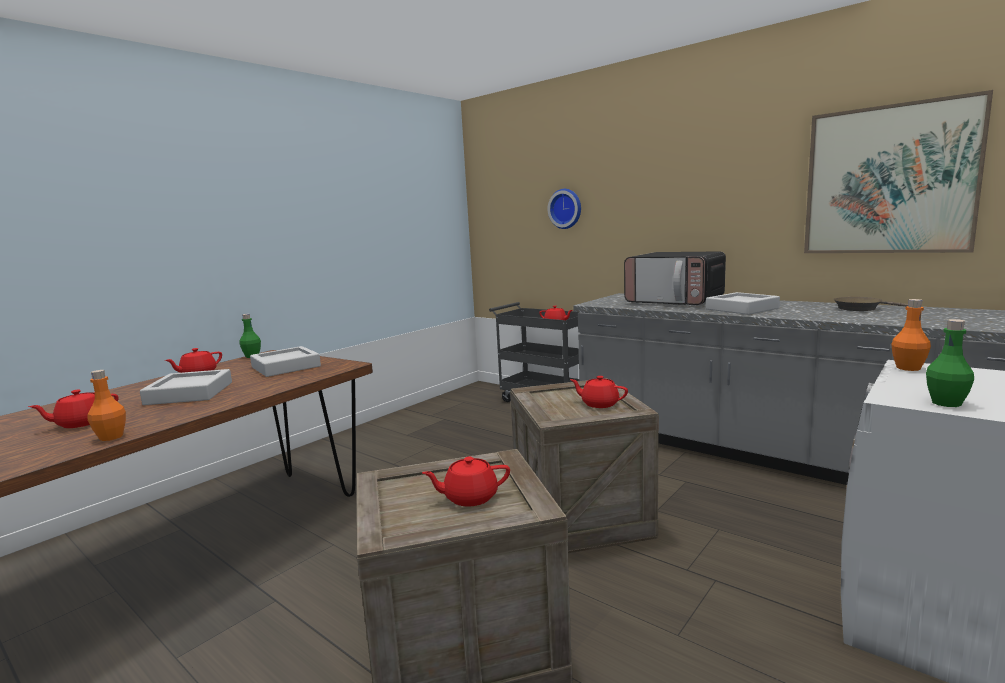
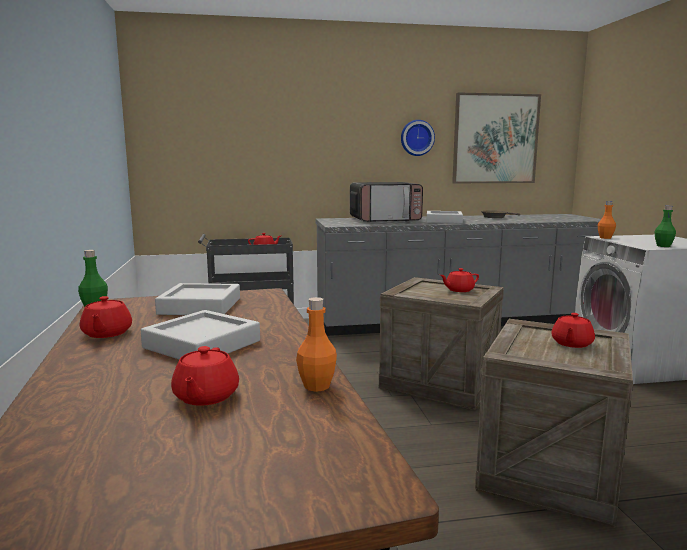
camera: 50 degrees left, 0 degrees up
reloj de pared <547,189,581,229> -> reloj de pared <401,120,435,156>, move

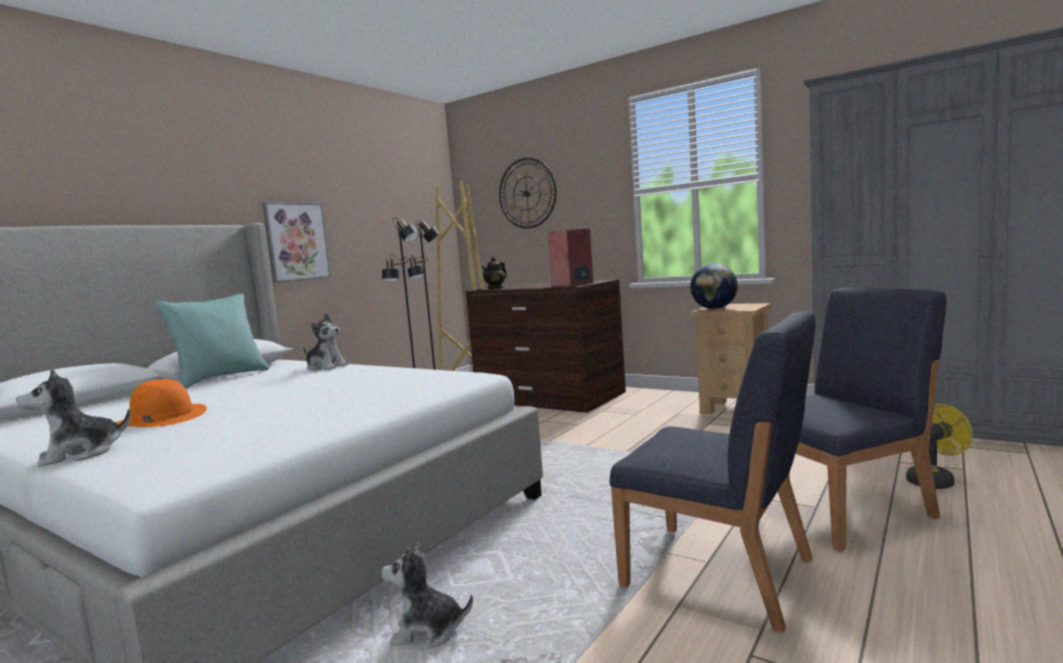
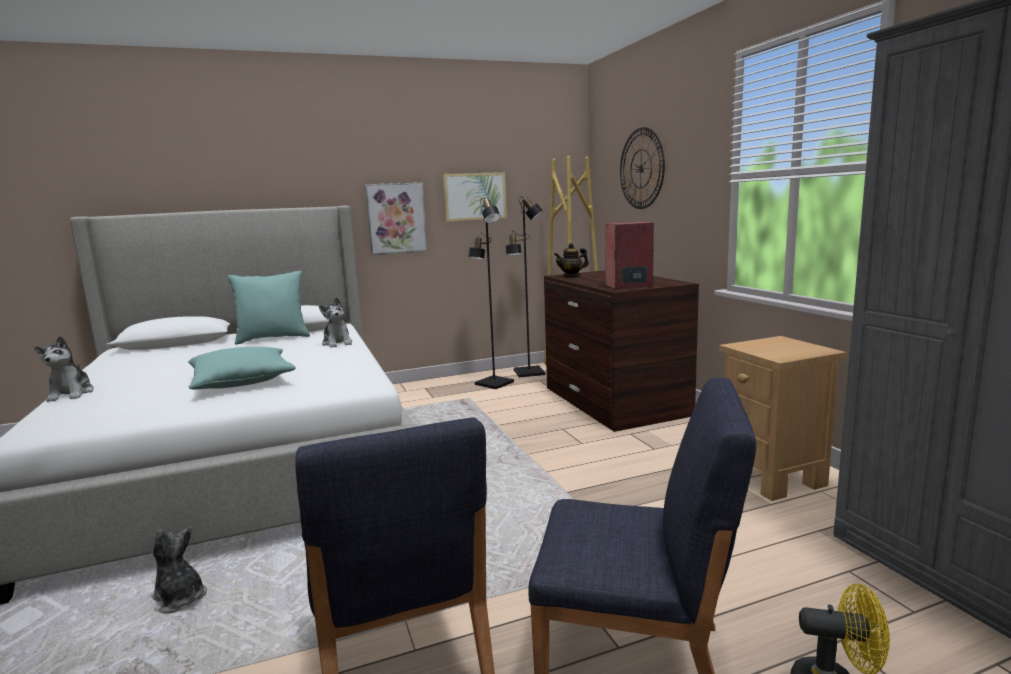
camera: 35 degrees right, 5 degrees up
globo terráqueo <690,263,738,309> -> none
peluche <16,368,131,467> -> peluche <34,336,94,402>, 105 degrees counterclockwise
sombrero [naranja] <116,379,207,427> -> none
none -> cuadro <443,172,507,222>
none -> cojín [turquesa] <188,347,296,389>

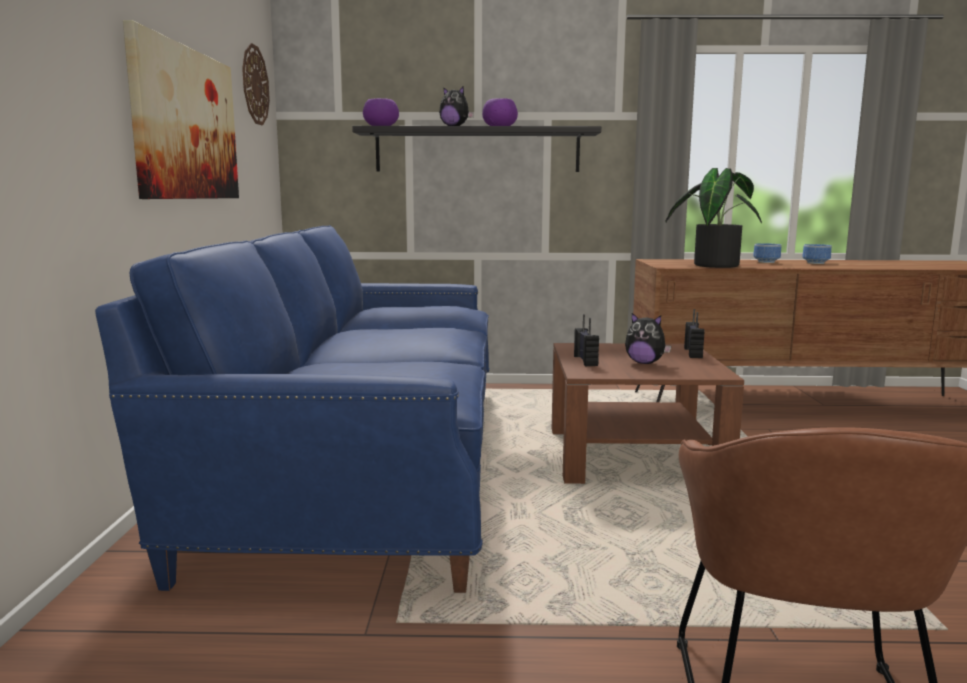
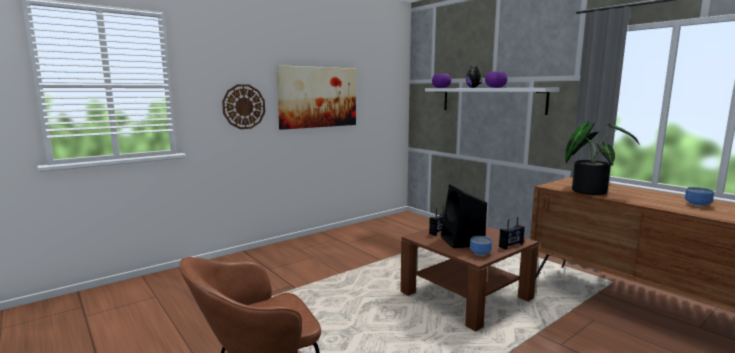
camera: 50 degrees right, 0 degrees up
reloj de pared <242,43,270,125> -> reloj de pared <222,84,265,129>, move
estante [negro] <352,126,601,172> -> estante [blanco] <425,88,560,115>
sofá [azul] <95,225,490,593> -> none
cuenco <753,243,781,263> -> cuenco <470,236,492,256>, move
peluche <625,313,671,364> -> altavoz [negro] <441,184,487,248>

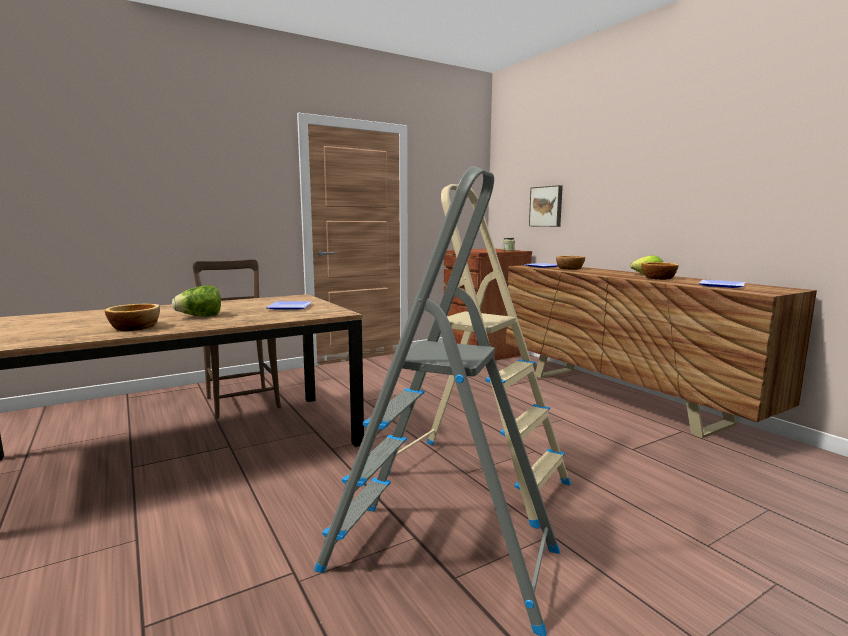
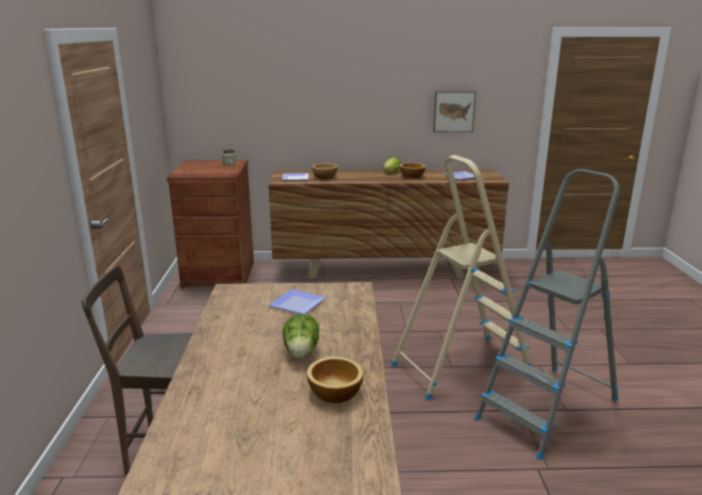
camera: 60 degrees left, 10 degrees up
cuadro <529,185,563,227> -> cuadro <433,91,476,132>, move

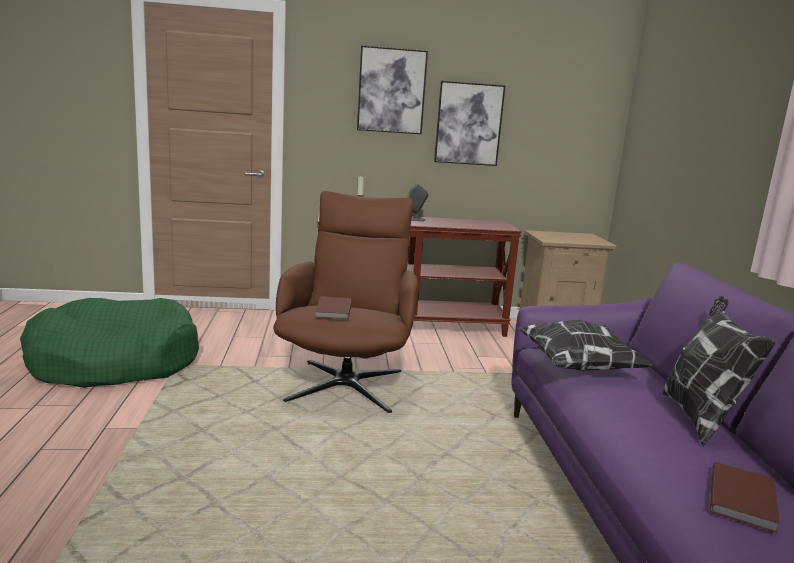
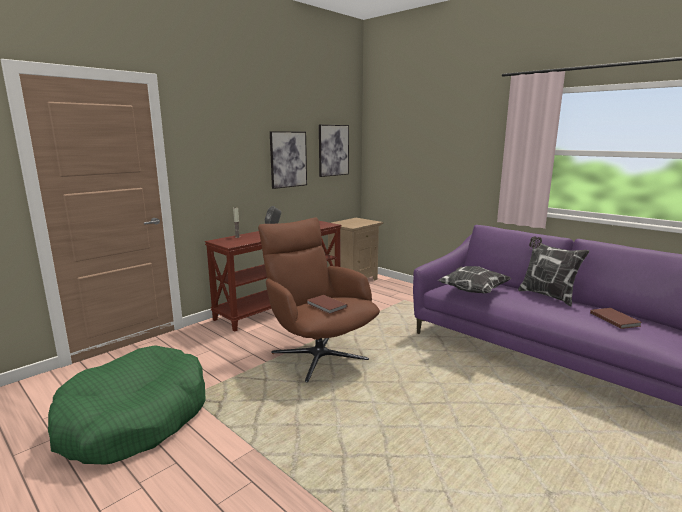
camera: 40 degrees left, 0 degrees up
cuadro <357,45,428,134> -> cuadro <319,125,349,177>, move

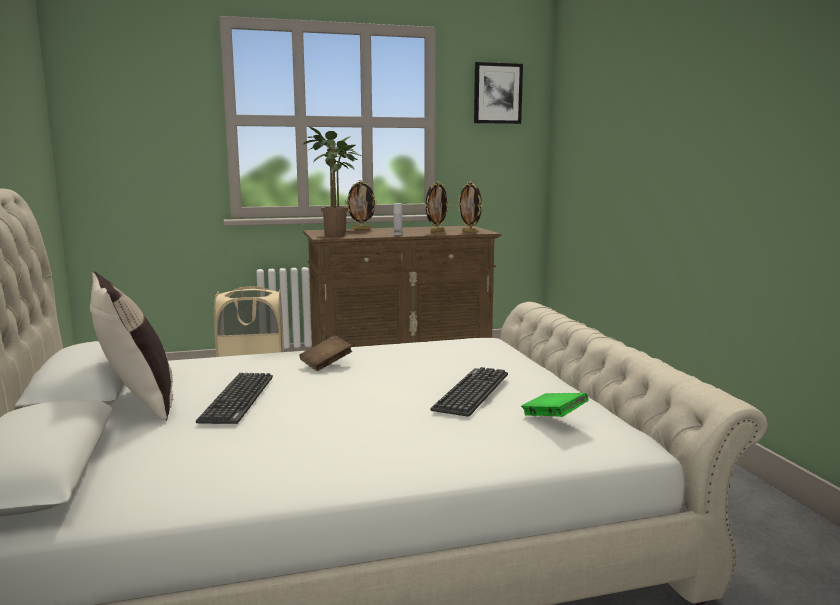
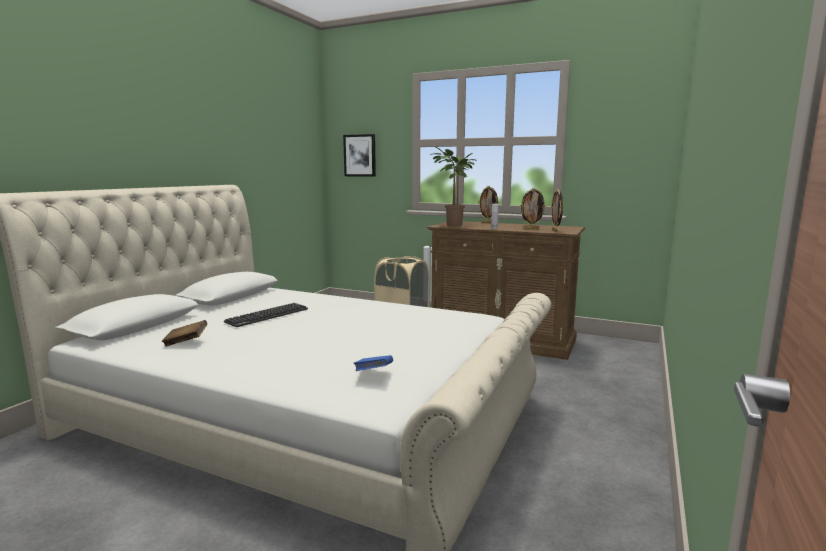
camera: 40 degrees right, 0 degrees up
cuadro <474,62,523,124> -> cuadro <343,134,376,177>, move
cojín <90,272,173,421> -> none
libro [marrón] <299,335,352,371> -> libro [marrón] <162,320,208,347>, move
teclado <430,367,508,417> -> none
libro [verde] <521,393,589,417> -> libro [azul] <354,355,393,371>

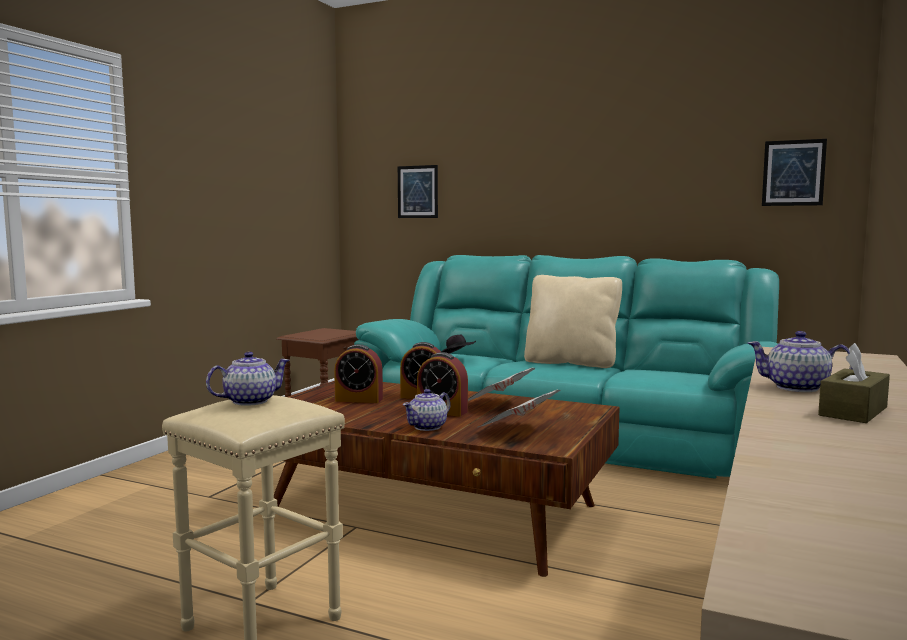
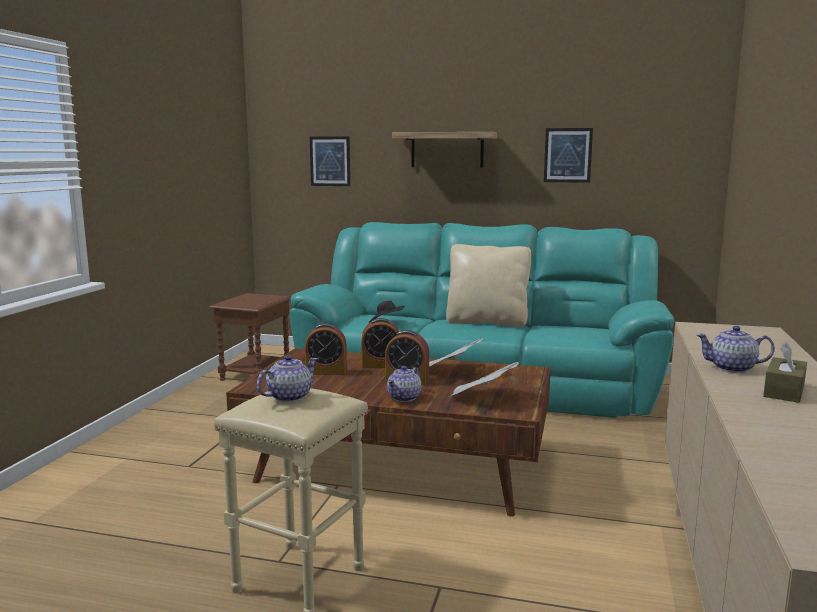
camera: 10 degrees left, 5 degrees up
cuadro <762,139,827,206> -> cuadro <544,128,593,183>, move
none -> estante <392,132,497,168>

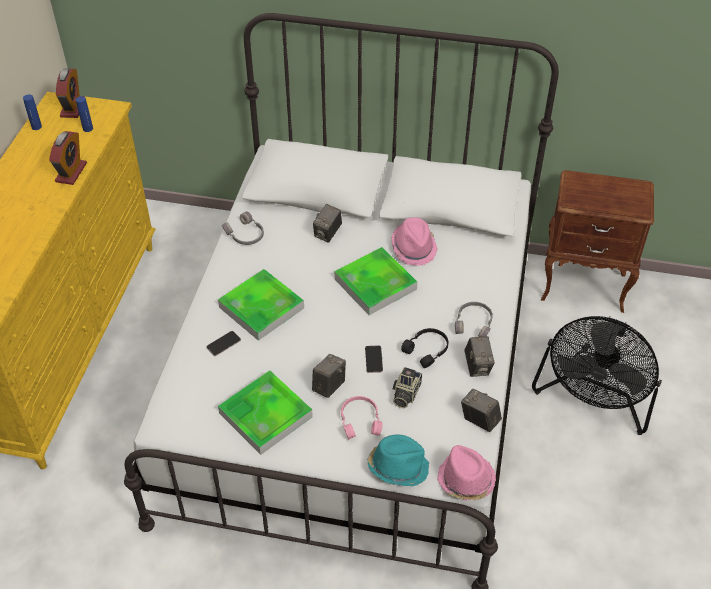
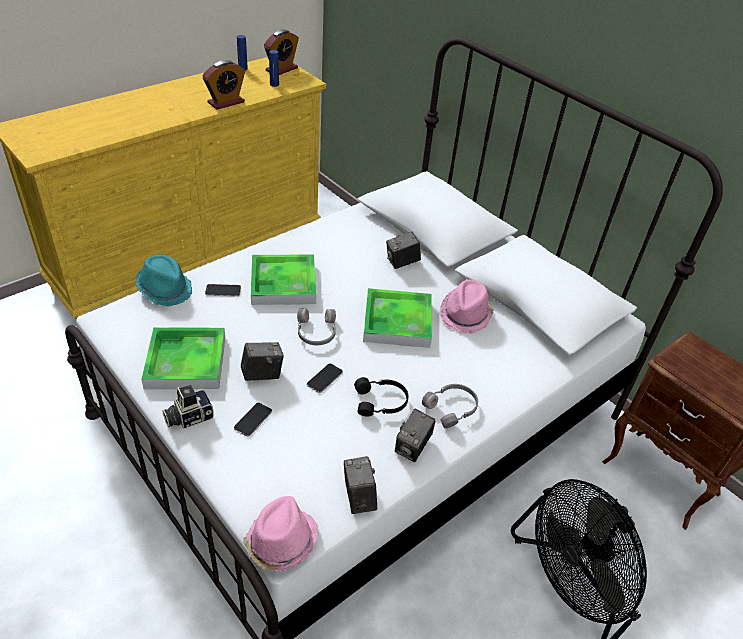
camera: 35 degrees right, 5 degrees down
auriculares [gris] <222,211,264,245> -> auriculares [gris] <297,309,336,345>, move
cámara <393,367,422,408> -> cámara <162,385,214,429>, move
auriculares [rosa] <341,396,382,439> -> móvil <234,402,272,437>
sombrero [turquesa] <367,435,429,486> -> sombrero [turquesa] <135,255,192,307>, move

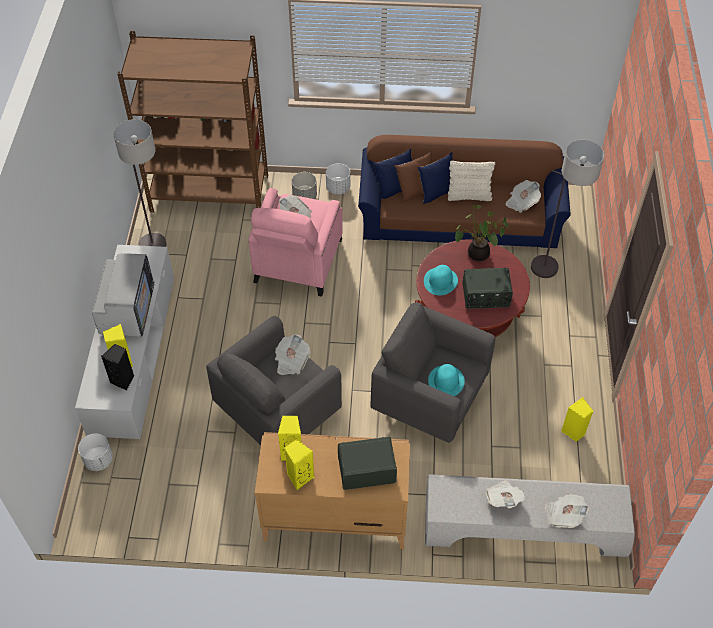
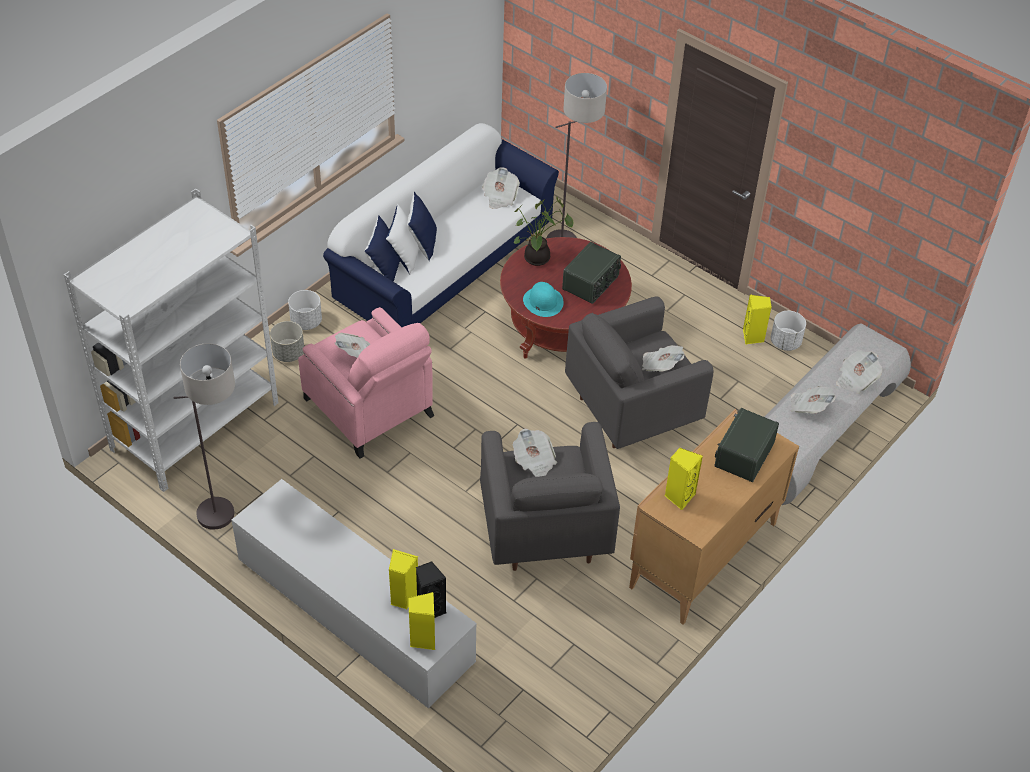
camera: 55 degrees left, 5 degrees down
estantería [marrón] <117,31,268,213> -> estantería [blanco] <64,189,278,492>
sofá [marrón] <358,135,571,248> -> sofá [blanco] <323,123,559,327>
cojín [beis] <448,161,496,201> -> none
televisor <92,253,155,337> -> none
sombrero [turquesa] <428,364,465,396> -> periódico <642,345,685,372>
maceta [blanco] <78,433,113,471> -> maceta [blanco] <771,311,806,351>, move
altavoz [amarillo] <285,439,314,490> -> altavoz [amarillo] <408,592,435,650>, move

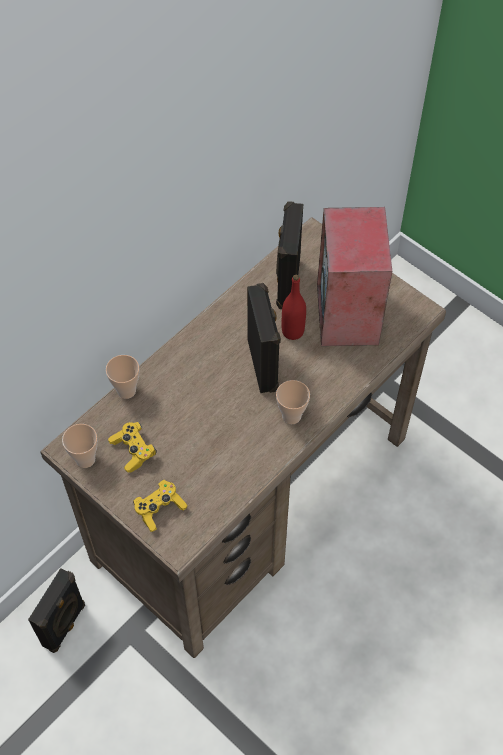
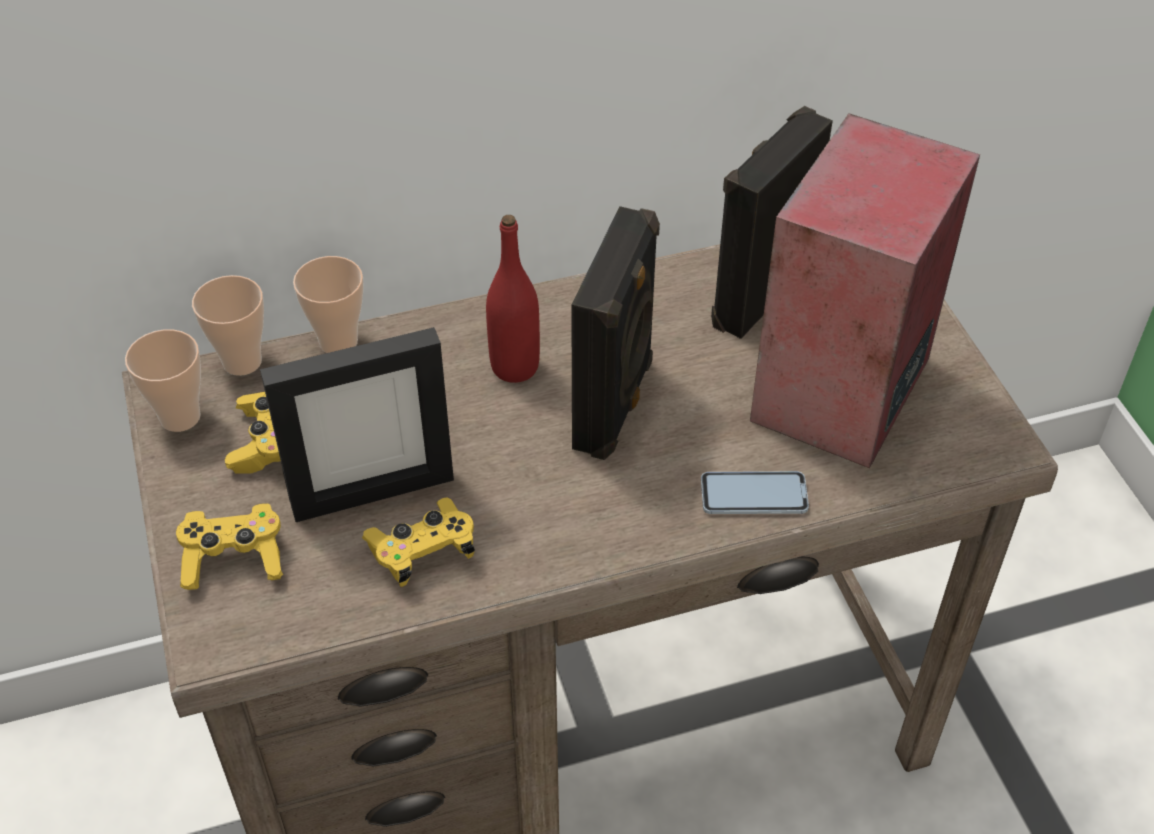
camera: 30 degrees right, 10 degrees down
botella [rojo] <282,275,306,340> -> botella [rojo] <486,215,540,383>, move
taza <276,380,310,424> -> taza <192,275,264,376>, move
altavoz [negro] <28,568,85,653> -> none
none -> portarretratos <260,327,454,522>
none -> móvil <701,471,809,514>
none -> mando de consola [amarillo] <362,498,475,587>

